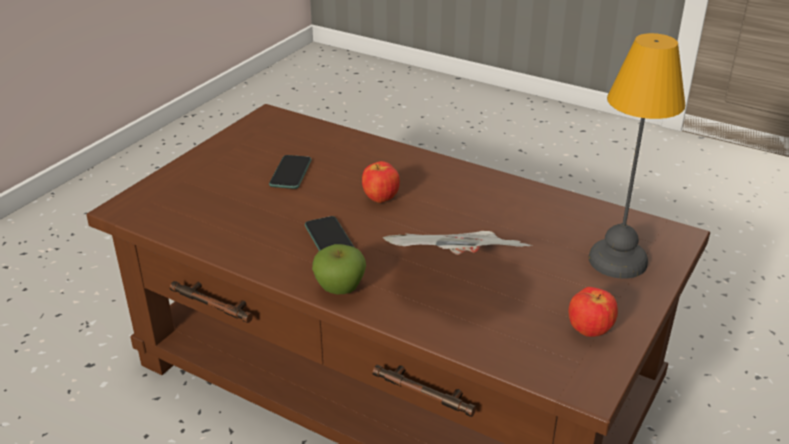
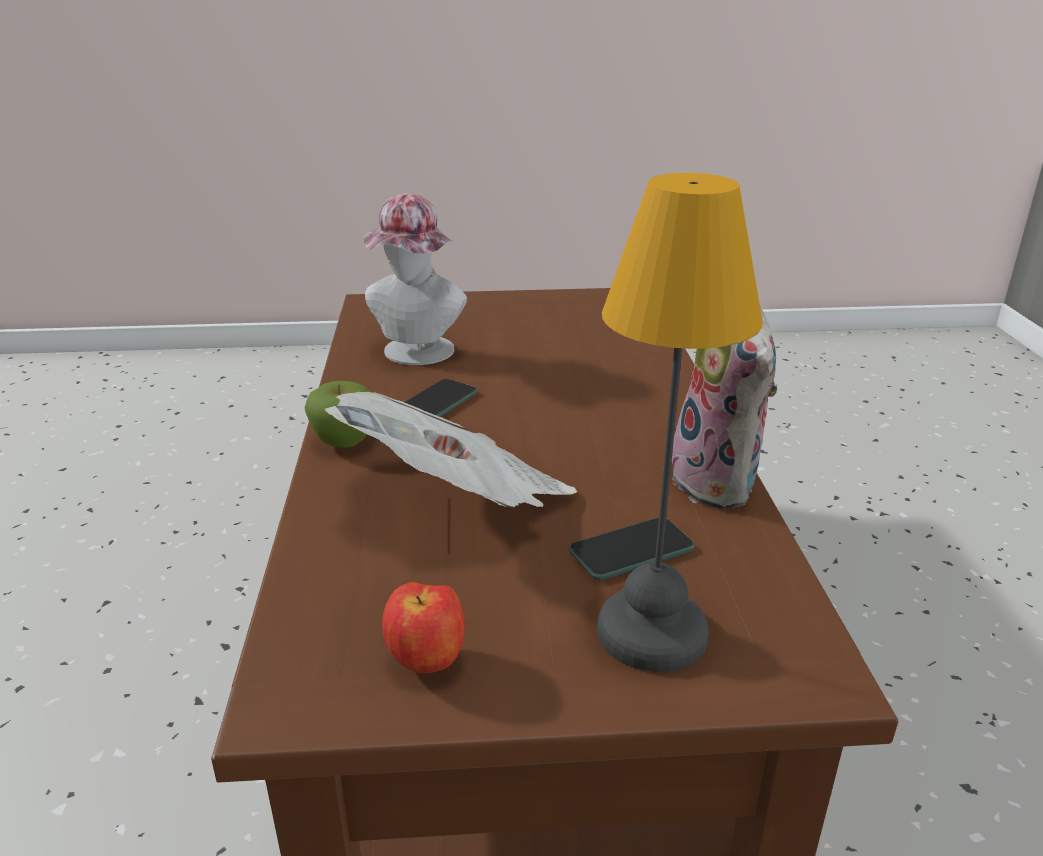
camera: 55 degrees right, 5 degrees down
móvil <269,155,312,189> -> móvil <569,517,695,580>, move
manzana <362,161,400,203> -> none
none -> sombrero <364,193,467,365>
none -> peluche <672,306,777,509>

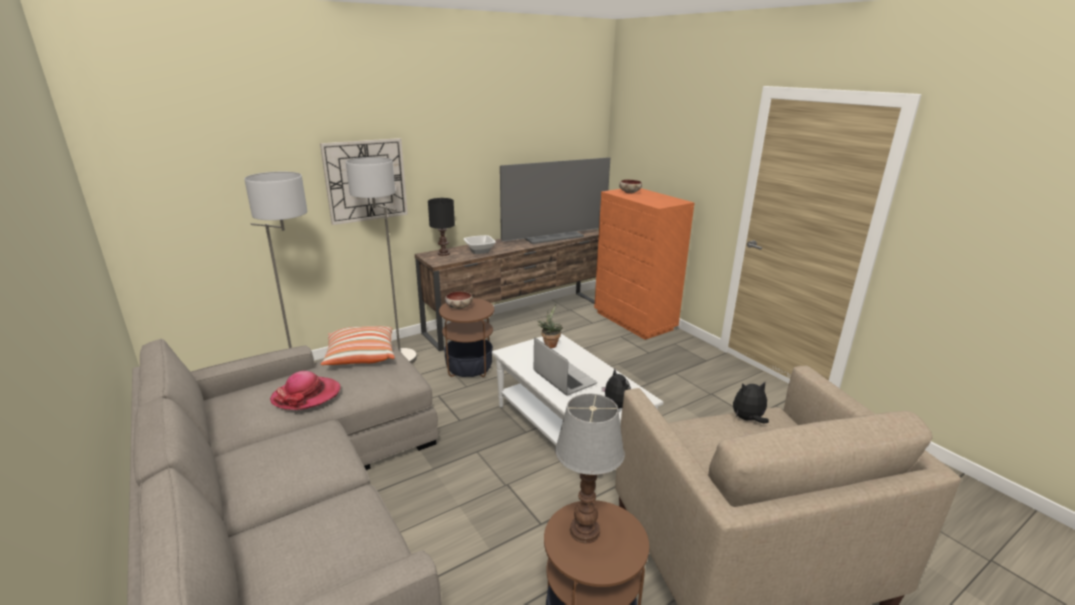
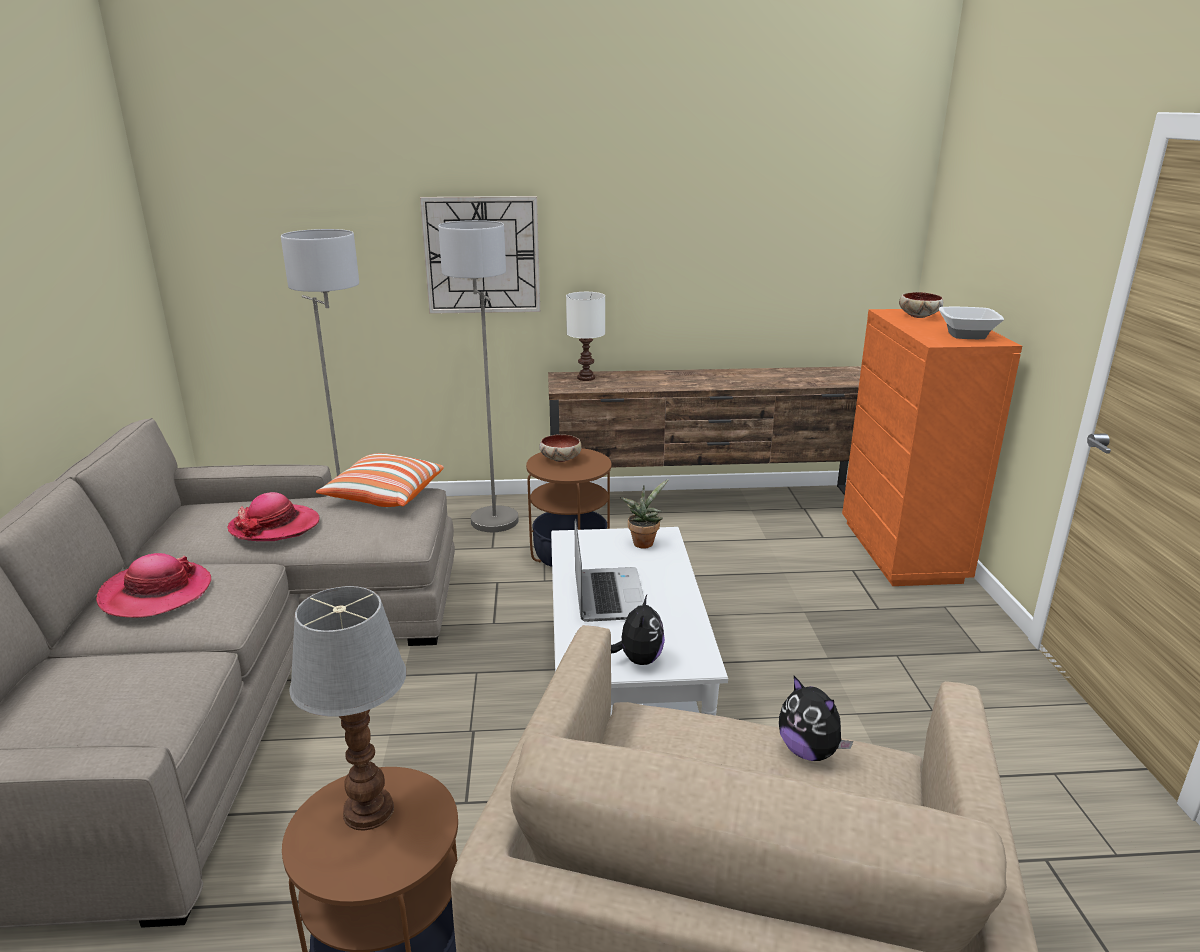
camera: 30 degrees right, 0 degrees up
televisor <500,157,610,244> -> none
lámpara de mesa [negro] <428,198,455,256> -> lámpara de mesa [blanco] <566,292,605,381>
cuenco <464,235,496,254> -> cuenco <939,307,1004,339>, move
peluche <733,382,769,424> -> peluche <779,676,853,761>, 150 degrees counterclockwise
none -> sombrero <96,553,211,618>

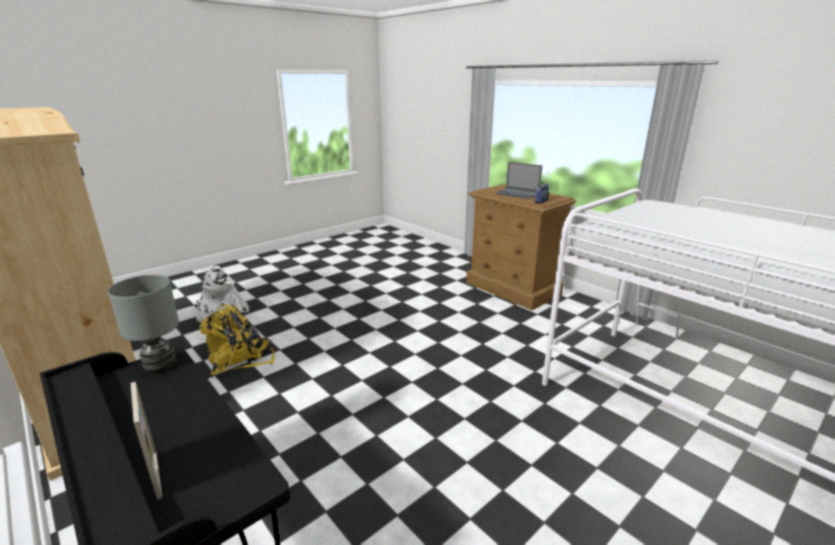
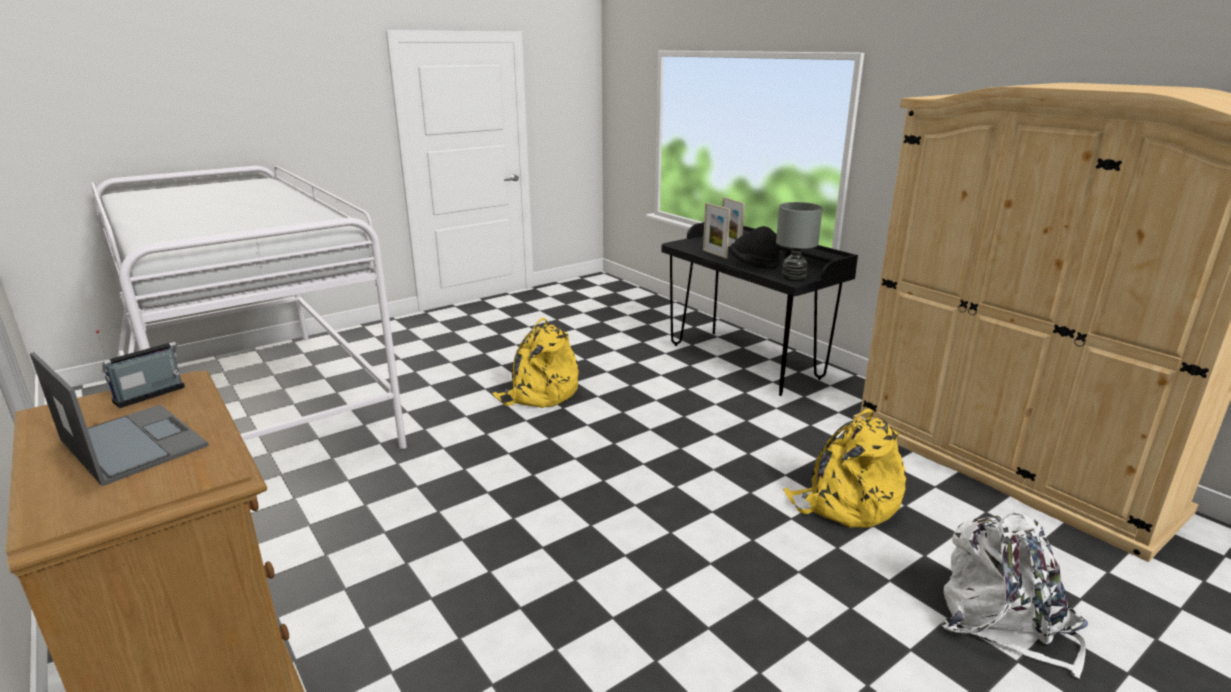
camera: 175 degrees left, 0 degrees up
none -> portarretratos <703,203,730,258>
none -> sombrero [negro] <730,226,780,269>
none -> mochila [amarillo] <492,318,578,408>

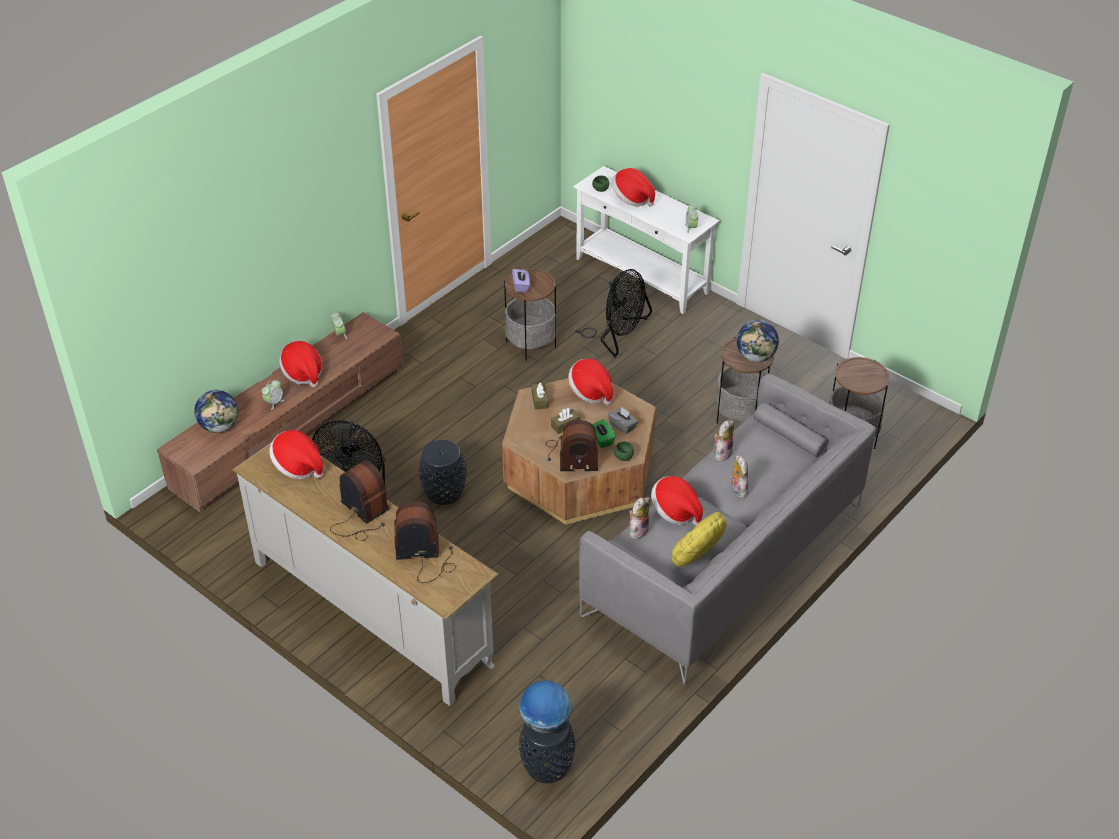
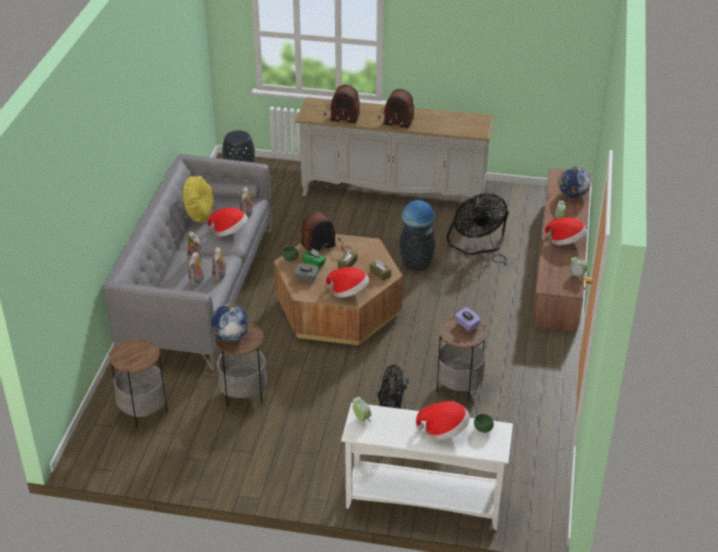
camera: 150 degrees right, 5 degrees down
sombrero <269,430,323,479> -> none
radio <395,502,456,583> -> radio <324,85,360,123>, 45 degrees clockwise
globo terráqueo <520,680,571,733> -> globo terráqueo <402,200,435,233>, move
none -> peluche <188,252,204,286>

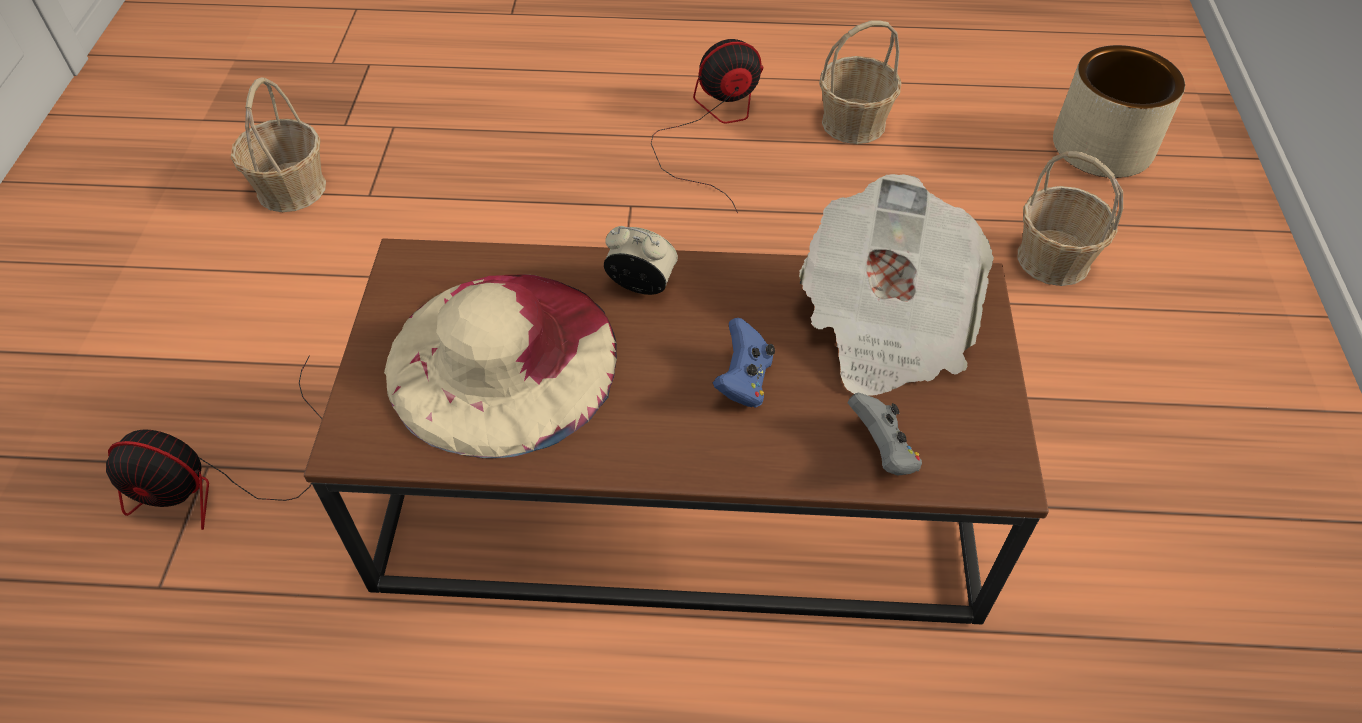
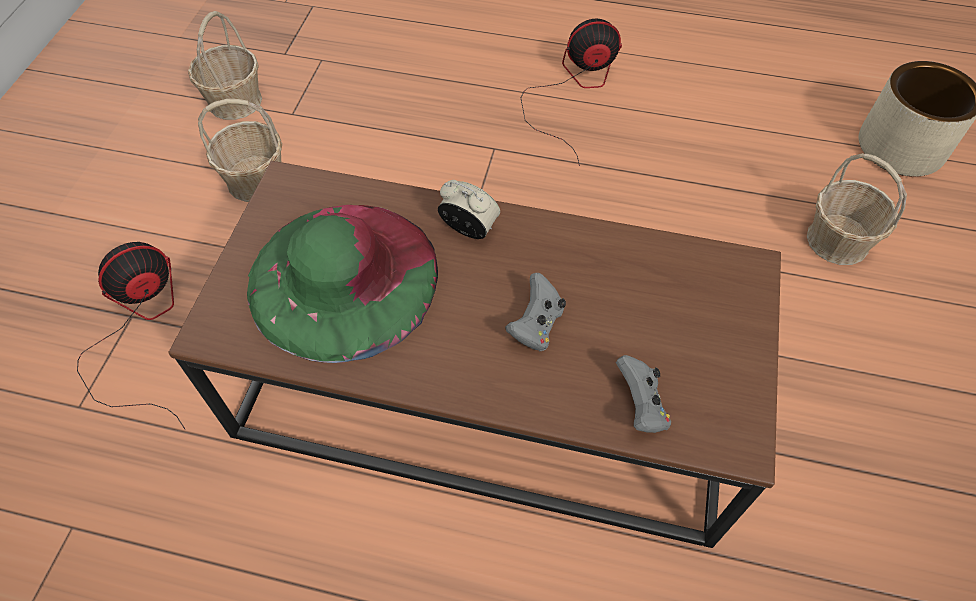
camera: 10 degrees right, 5 degrees up
cesta <819,20,901,144> -> cesta <198,99,282,202>, move
periódico <799,174,994,396> -> none
sombrero [beis] <384,275,617,458> -> sombrero [verde] <247,205,438,363>
mando de consola [azul] <713,318,775,408> -> mando de consola [gris] <505,273,566,351>
ventilador <106,355,322,530> -> ventilador <77,242,185,429>, 120 degrees clockwise

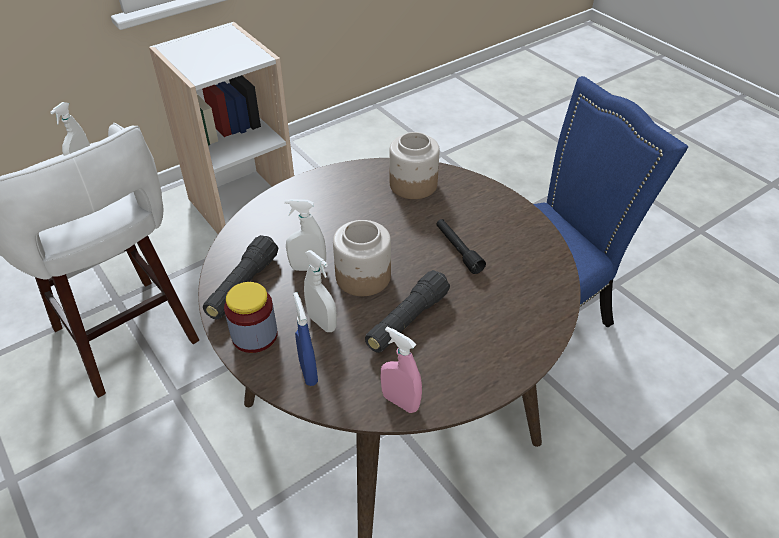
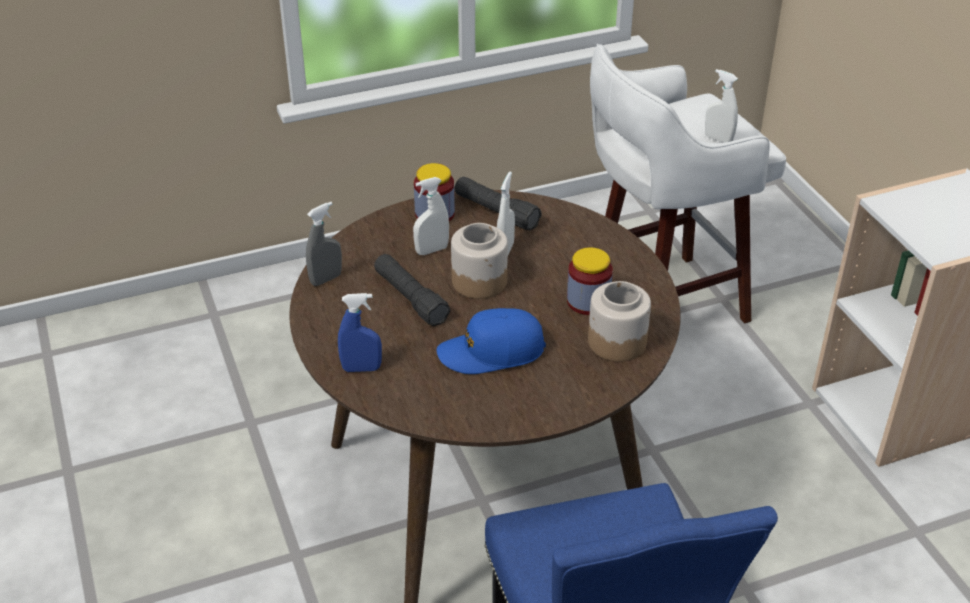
camera: 105 degrees right, 5 degrees down
linterna [negro] <436,219,486,274> -> gorra [azul] <437,308,546,374>
pulverizador [azul] <294,292,318,386> -> pulverizador [azul] <338,293,382,372>, move
pulverizador [rosa] <380,326,422,413> -> pulverizador [gris] <306,202,342,286>
none -> tarro <567,247,613,315>

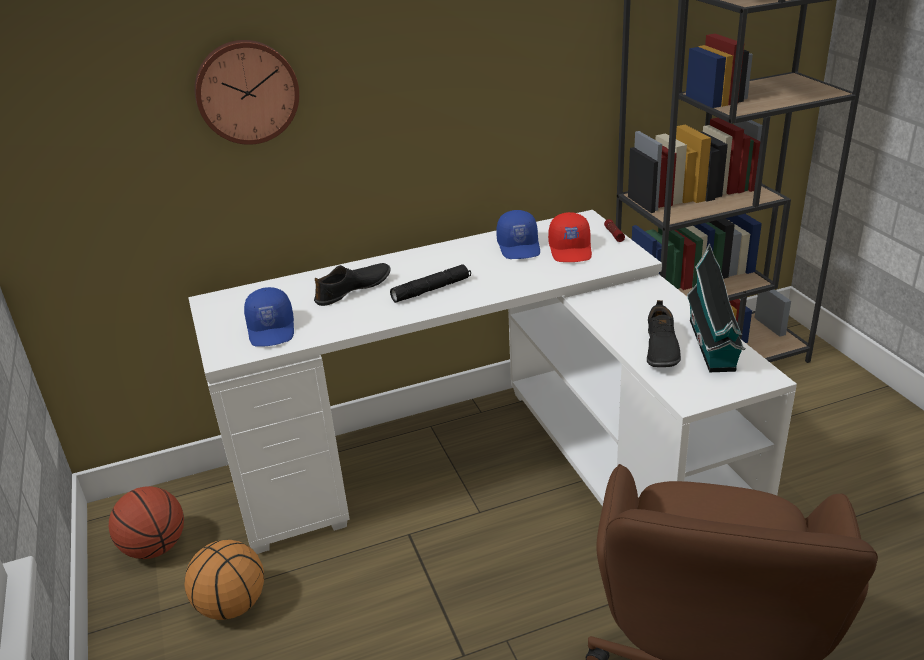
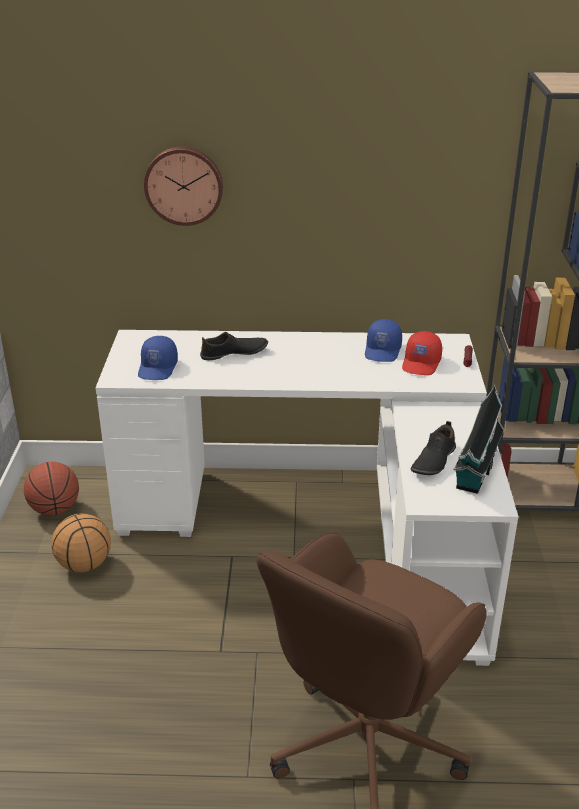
camera: 20 degrees right, 0 degrees up
linterna [negro] <390,264,471,303> -> none

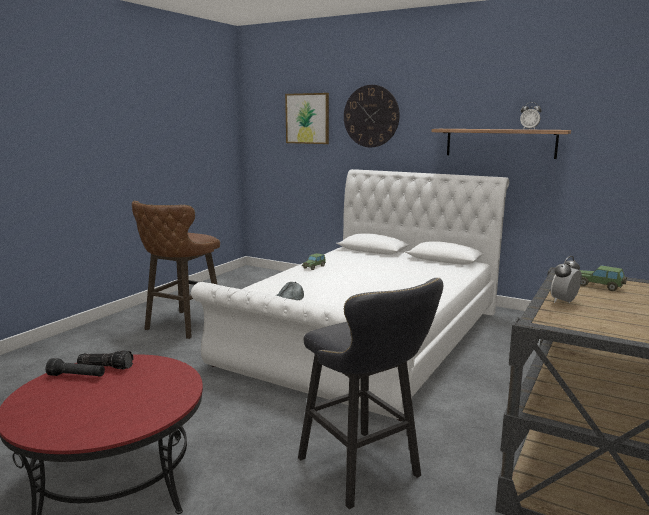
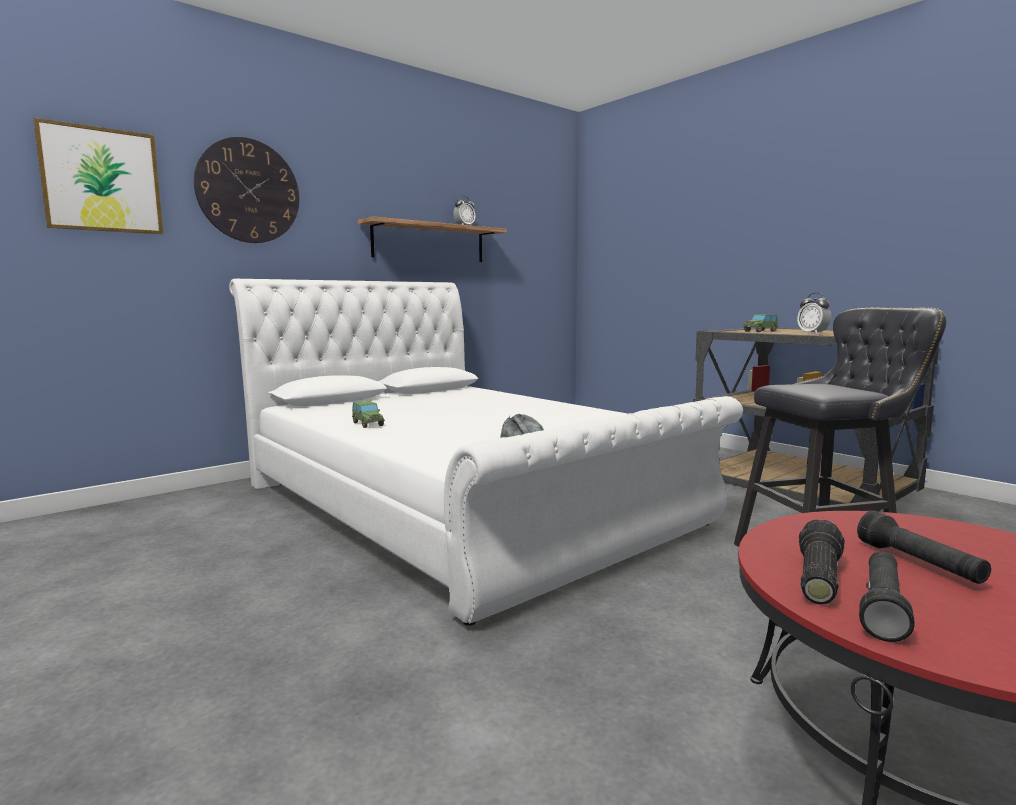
camera: 70 degrees left, 5 degrees down
taburete [marrón] <132,201,220,339> -> none
none -> linterna [negro] <857,511,991,584>

